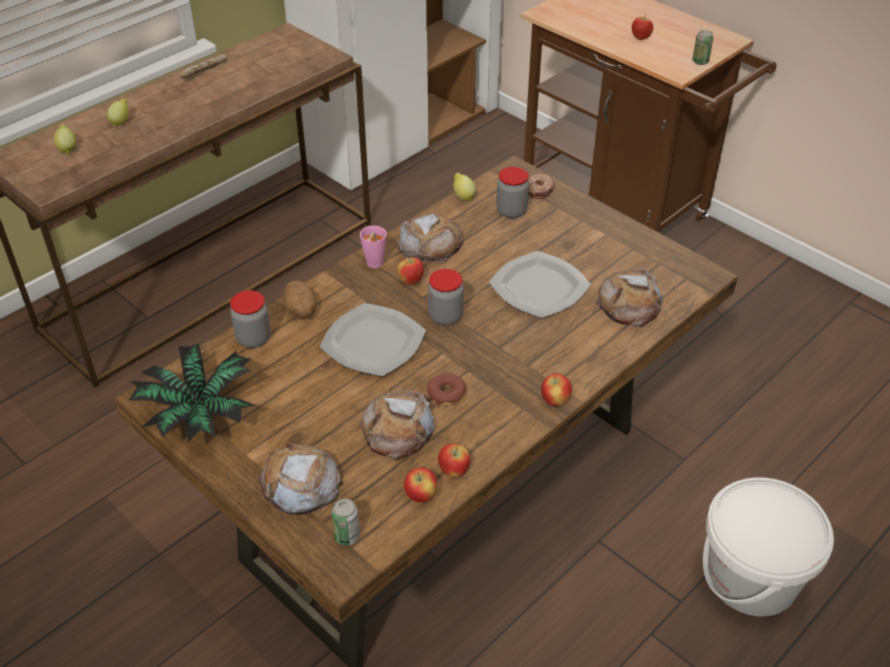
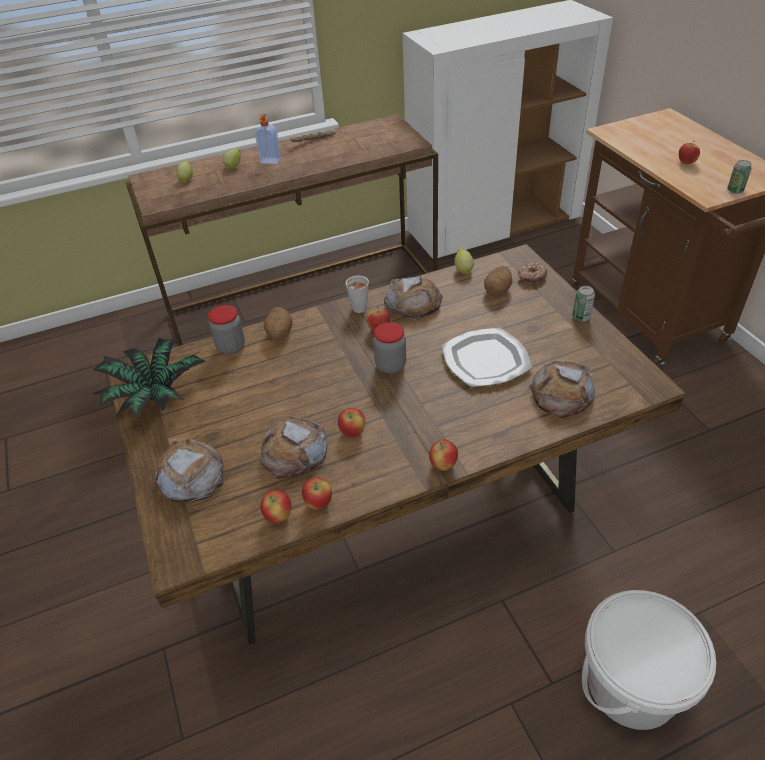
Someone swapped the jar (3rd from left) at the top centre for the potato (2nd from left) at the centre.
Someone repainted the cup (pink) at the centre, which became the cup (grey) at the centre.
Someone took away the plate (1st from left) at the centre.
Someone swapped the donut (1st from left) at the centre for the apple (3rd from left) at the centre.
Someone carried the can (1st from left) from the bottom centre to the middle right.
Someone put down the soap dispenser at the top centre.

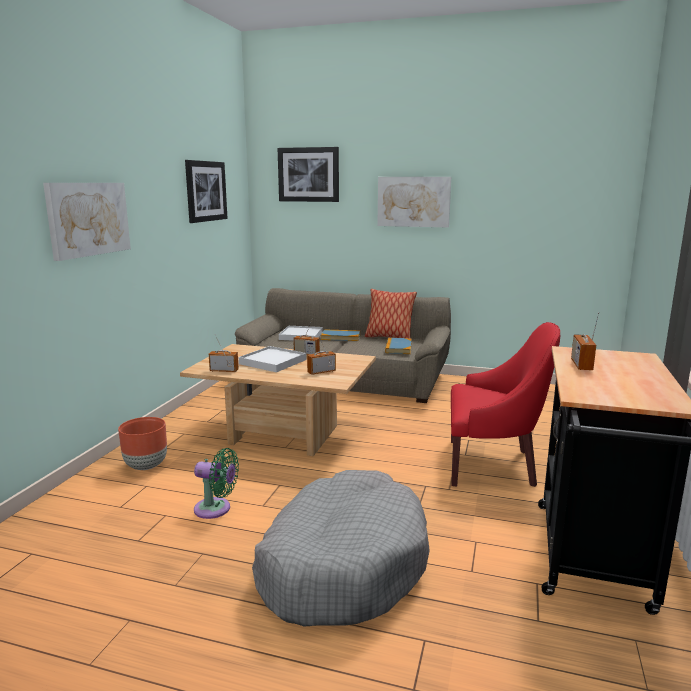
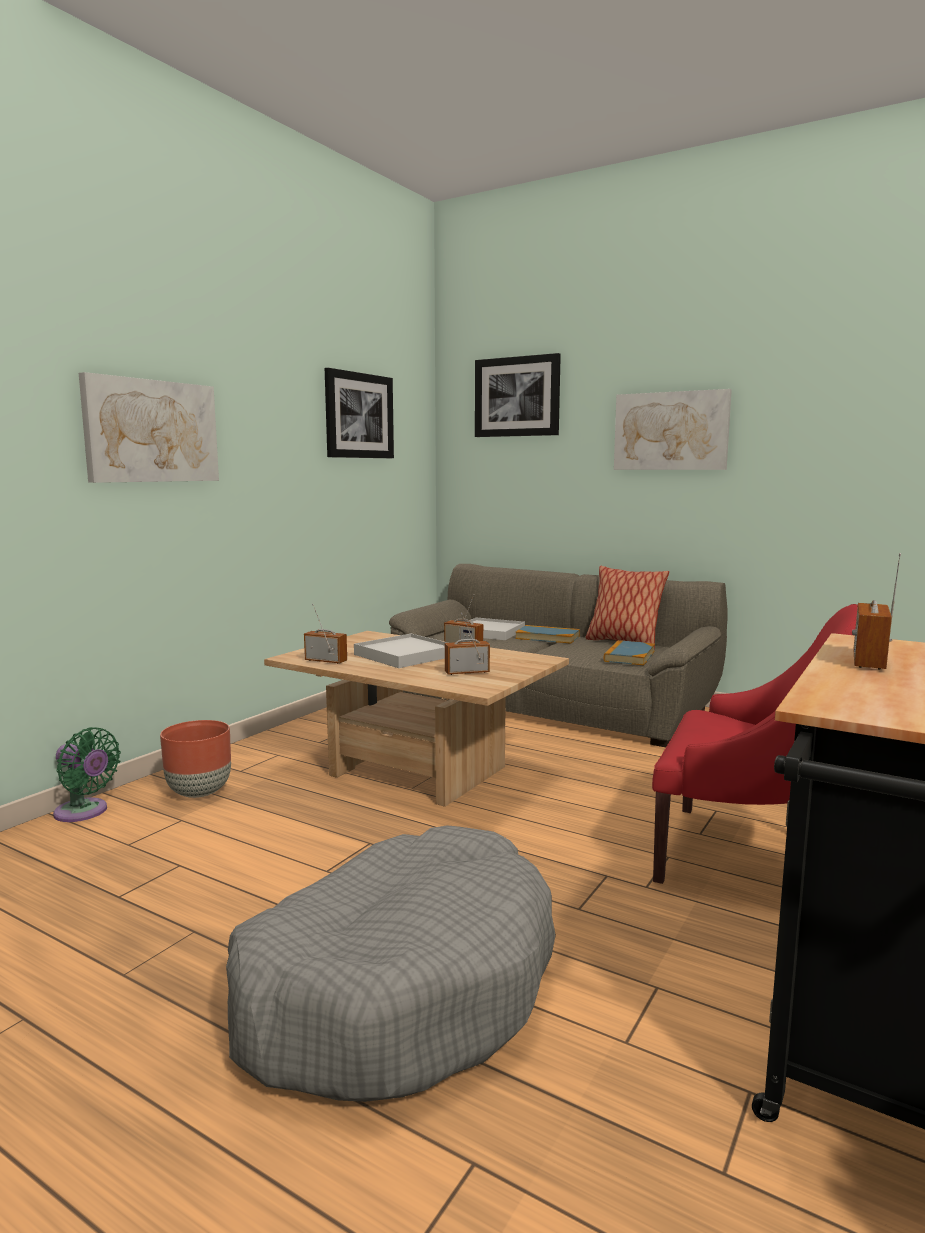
Someone carried the fan (green) from the bottom left to the middle left.

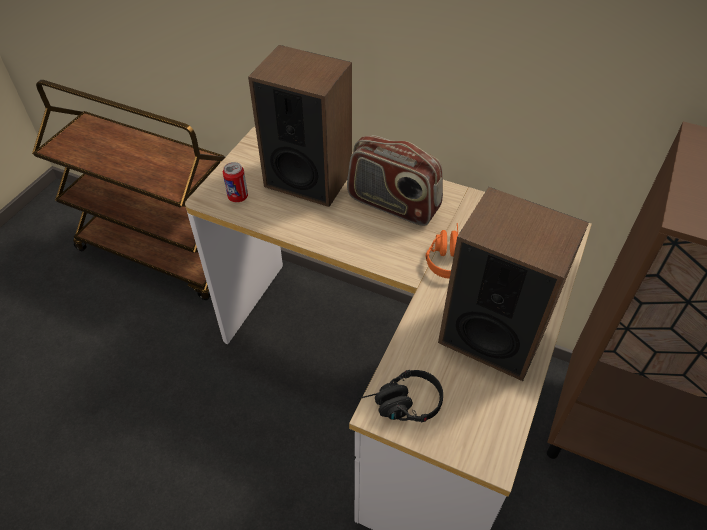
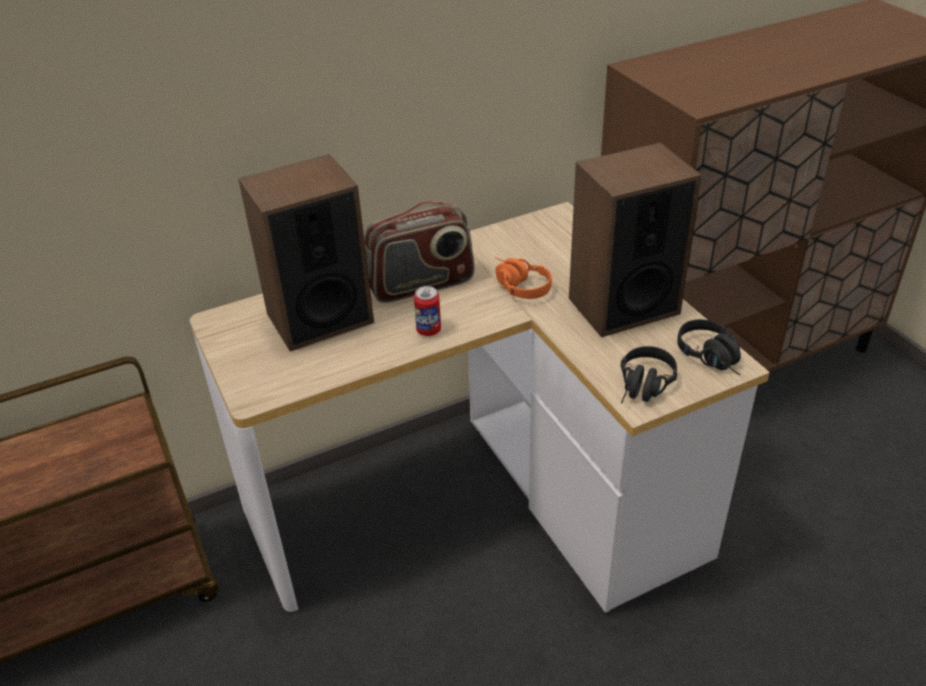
Someone carried the can from the middle left to the centre.
Someone put down the headphones (black) (2nd from left) at the middle right.

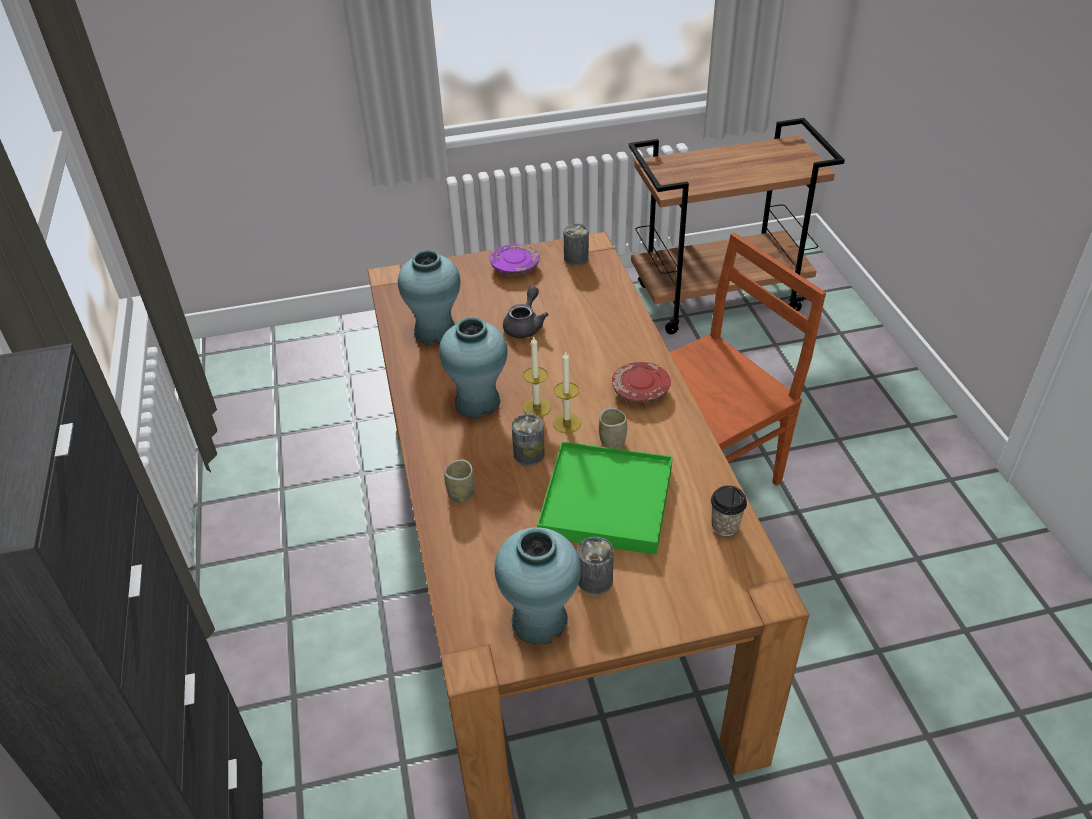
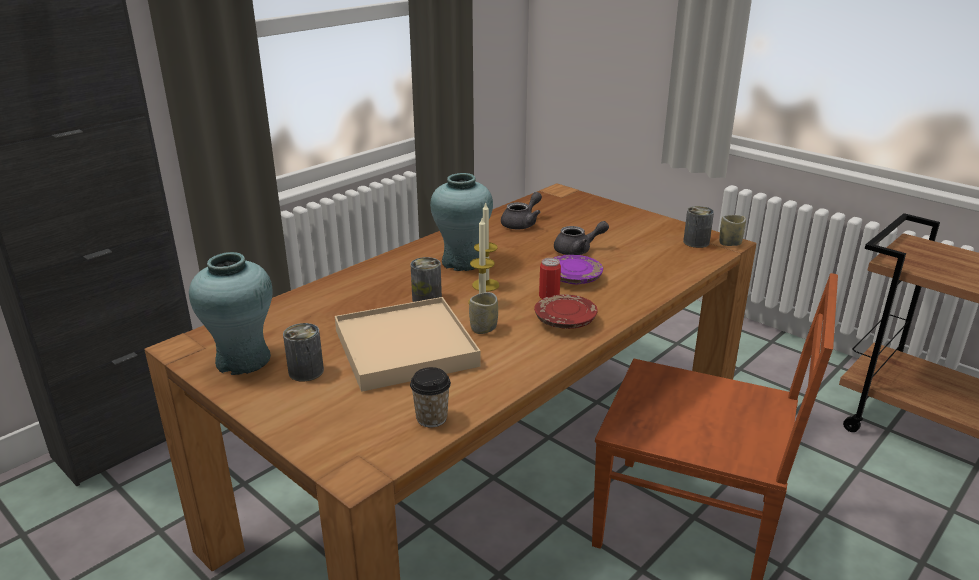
Someone carried the plate (purple) from the top centre to the centre.
Someone swapped the vase (turquoise) (1st from left) at the centre for the teapot (grey) (1st from left) at the centre.
Someone repainted the tray (green) at the centre, which became the tray (beige) at the centre.
Someone carried the cup (1st from left in the first image) from the centre to the middle right.
Someone put down the can (3rd from left) at the centre.

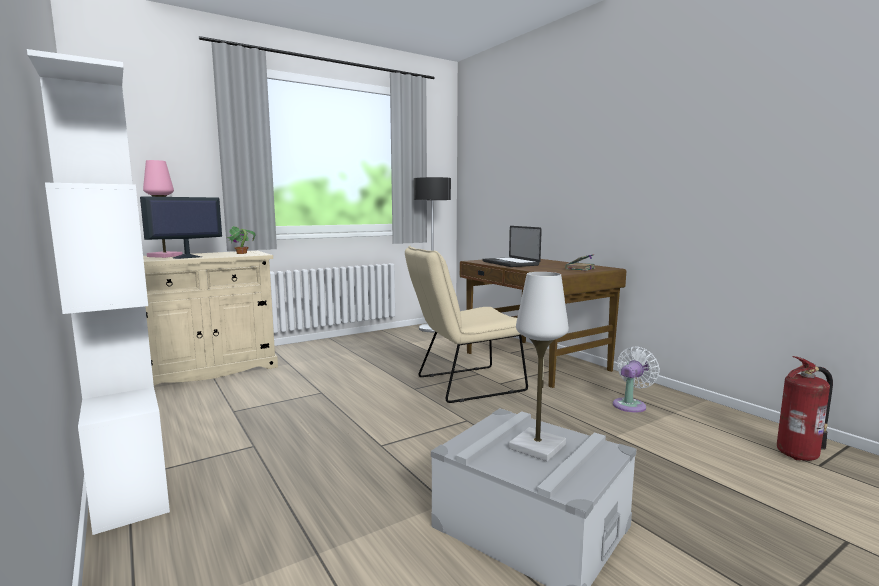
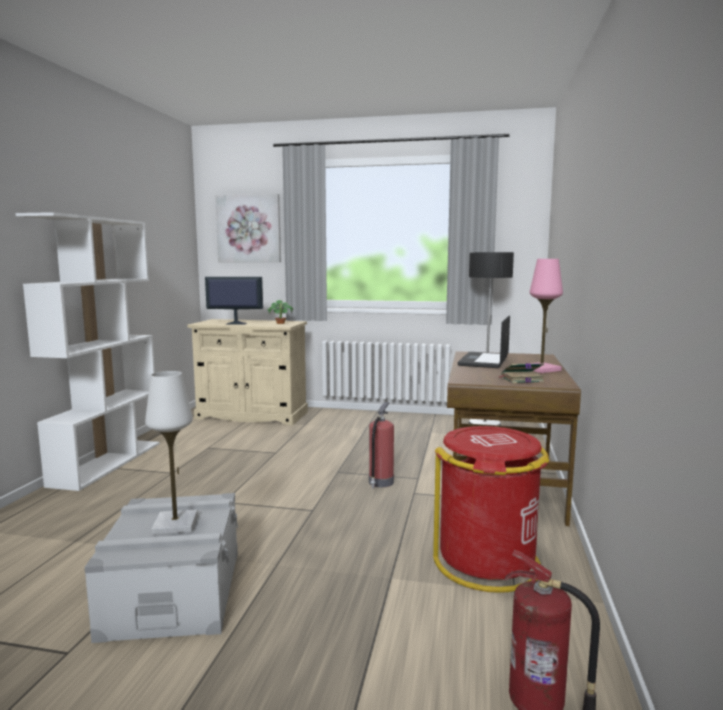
Someone carried the table lamp (pink) from the middle left to the middle right.
Someone swapped the chair (beige) at the centre for the fire extinguisher (1st from left) at the centre.
Someone swapped the fan (white) at the middle right for the trash can (red) at the bottom right.
Someone put up the picture at the top centre.

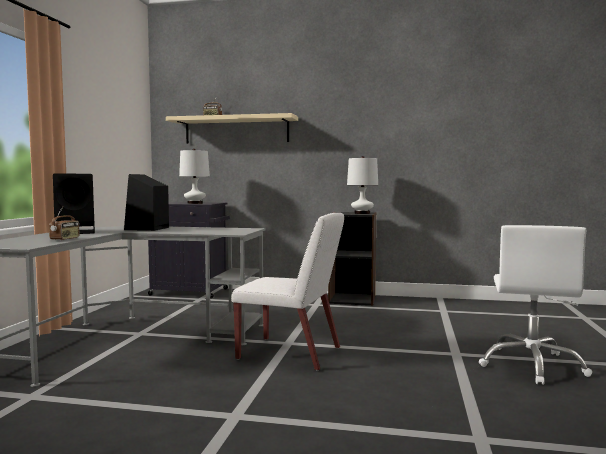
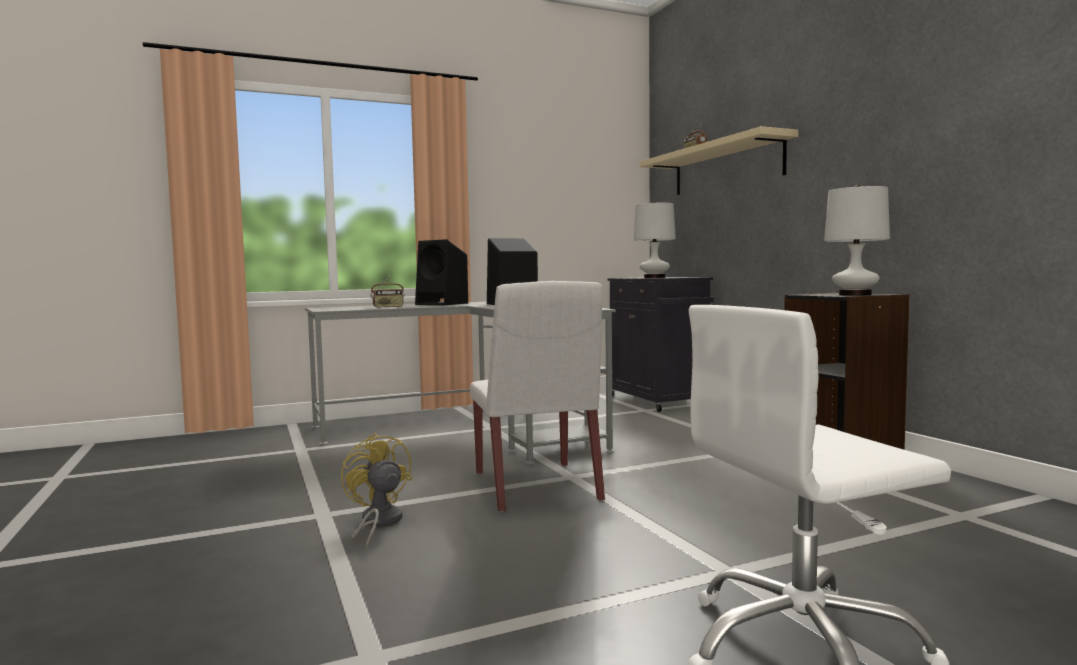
Someone put down the fan (yellow) at the bottom centre.

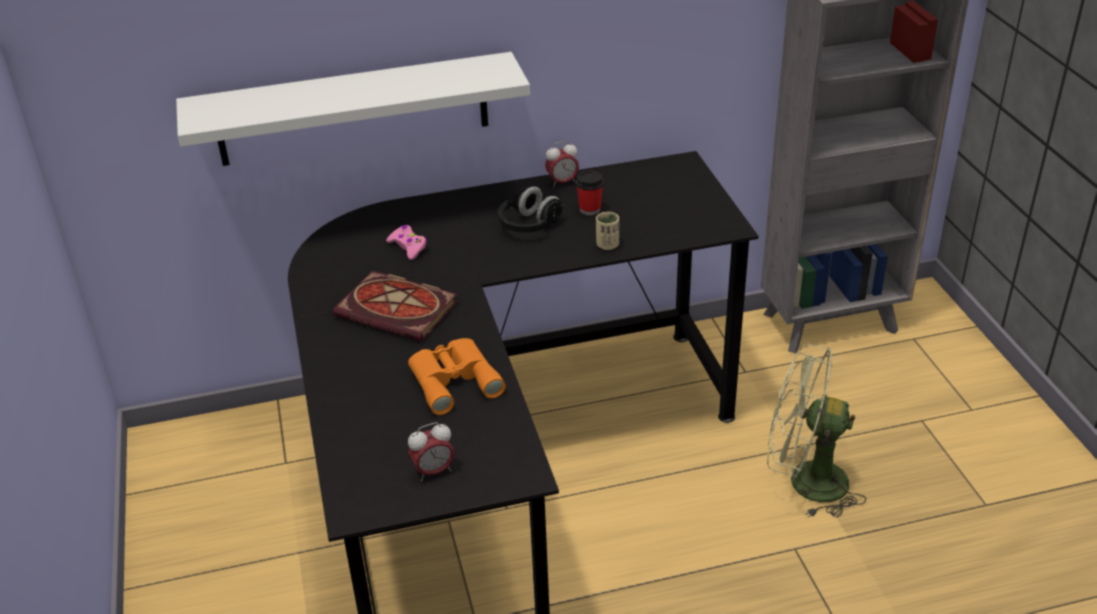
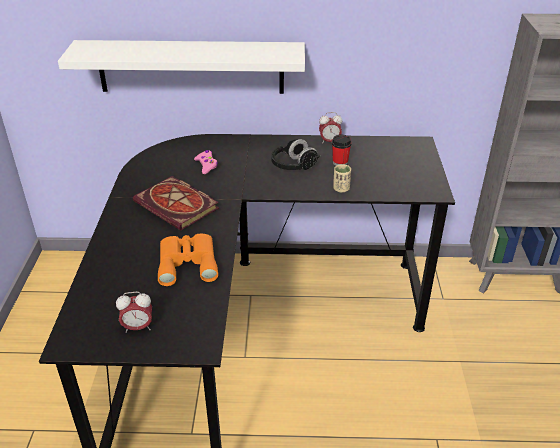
Someone took away the fan (green) at the bottom right.

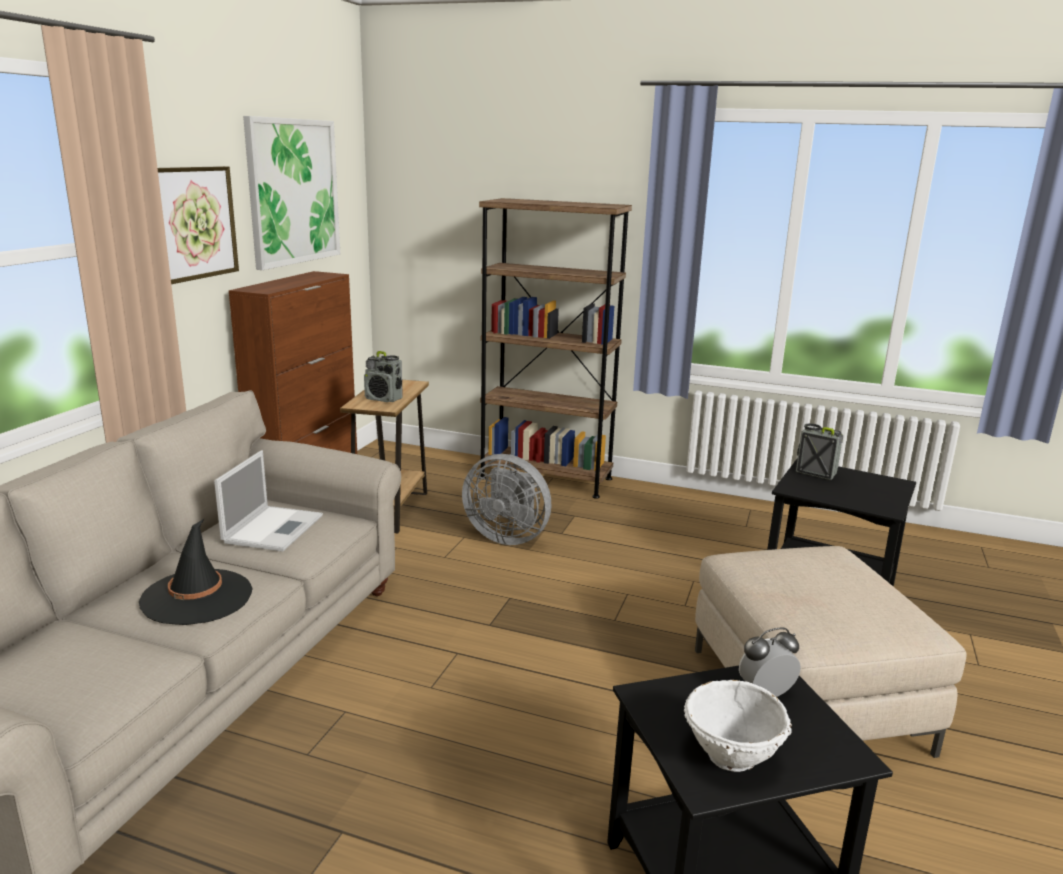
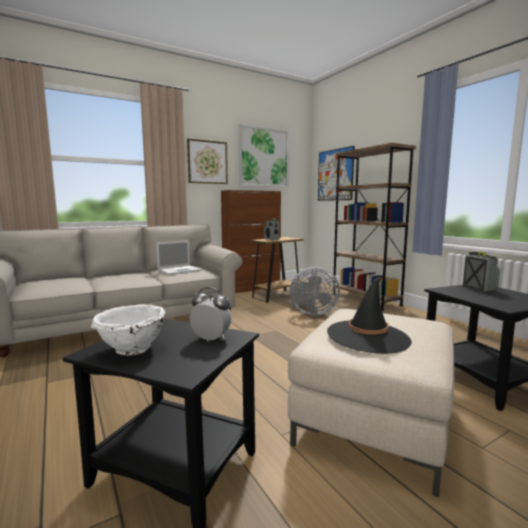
Someone rotated the fan (grey) at the centre by 60 degrees counterclockwise.
Someone carried the hat (black) from the middle left to the middle right.
Someone put up the picture (3rd from left) at the top centre.

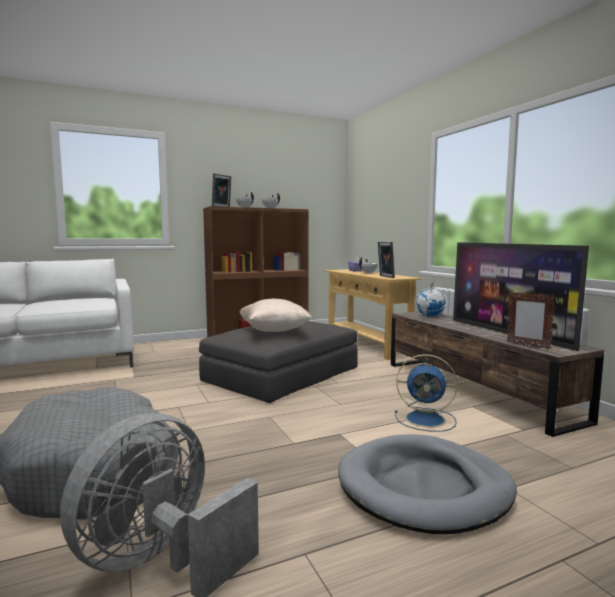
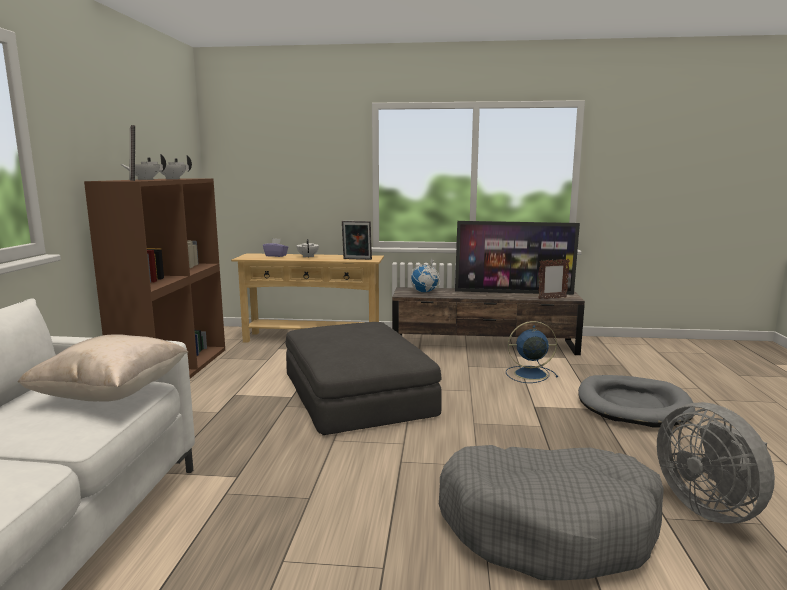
Someone carried the pillow (beige) from the centre to the middle left.
Someone rotated the fan (blue) at the middle right by 135 degrees counterclockwise.

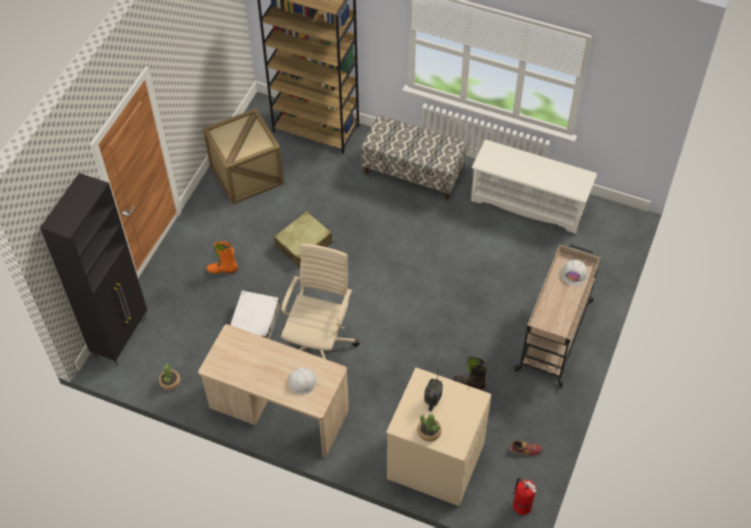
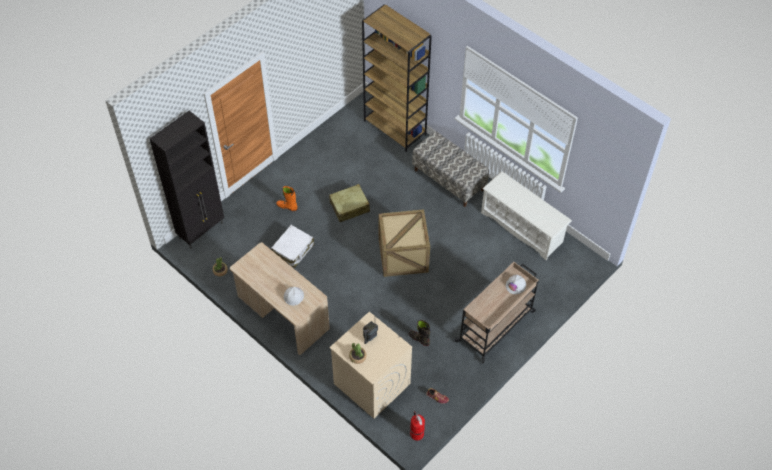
Someone carried the crate from the top left to the centre.
Someone took away the office chair (beige) at the centre.

